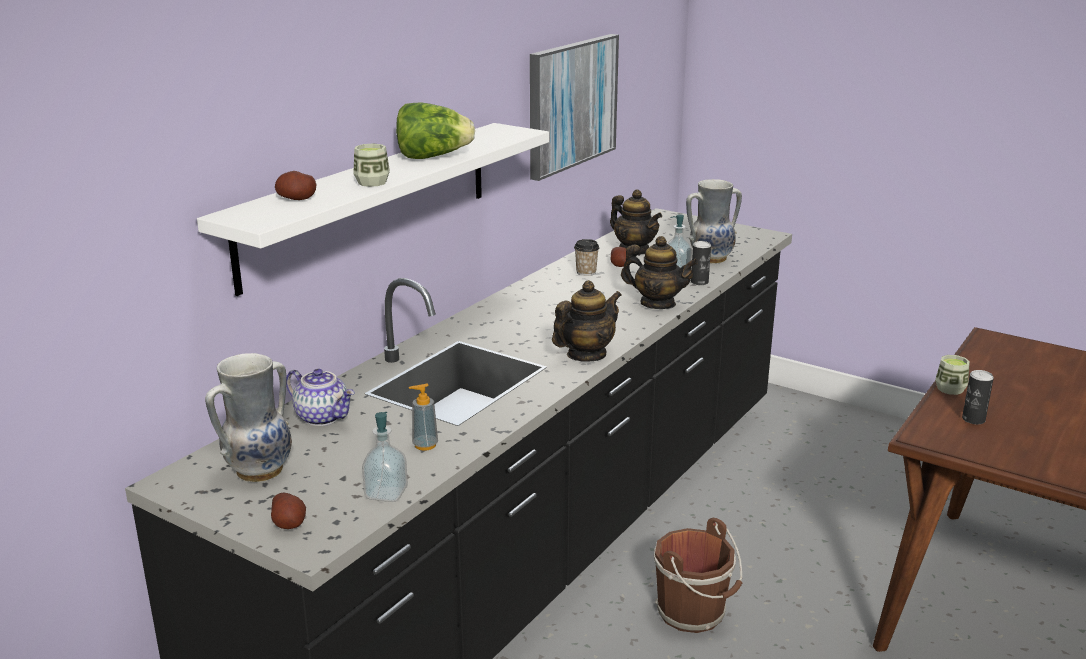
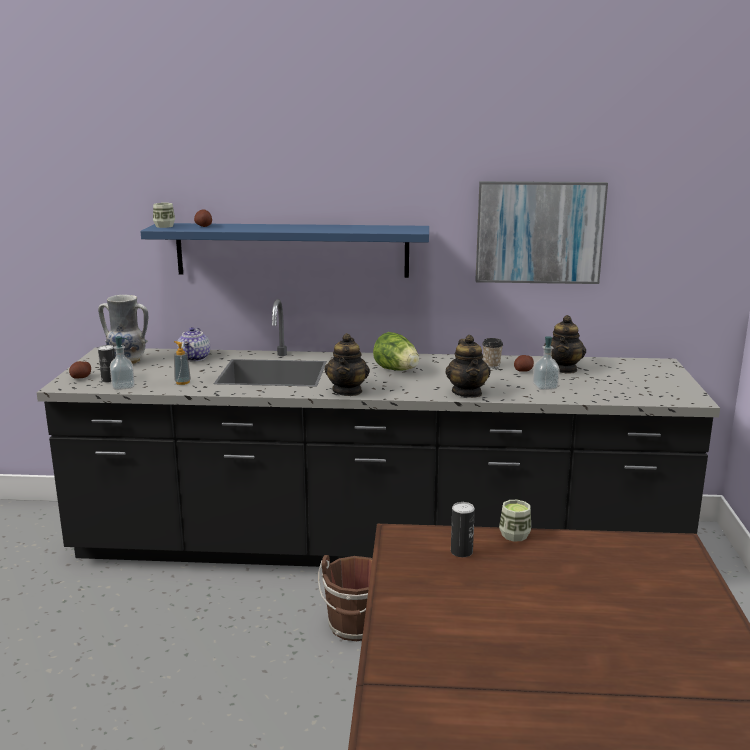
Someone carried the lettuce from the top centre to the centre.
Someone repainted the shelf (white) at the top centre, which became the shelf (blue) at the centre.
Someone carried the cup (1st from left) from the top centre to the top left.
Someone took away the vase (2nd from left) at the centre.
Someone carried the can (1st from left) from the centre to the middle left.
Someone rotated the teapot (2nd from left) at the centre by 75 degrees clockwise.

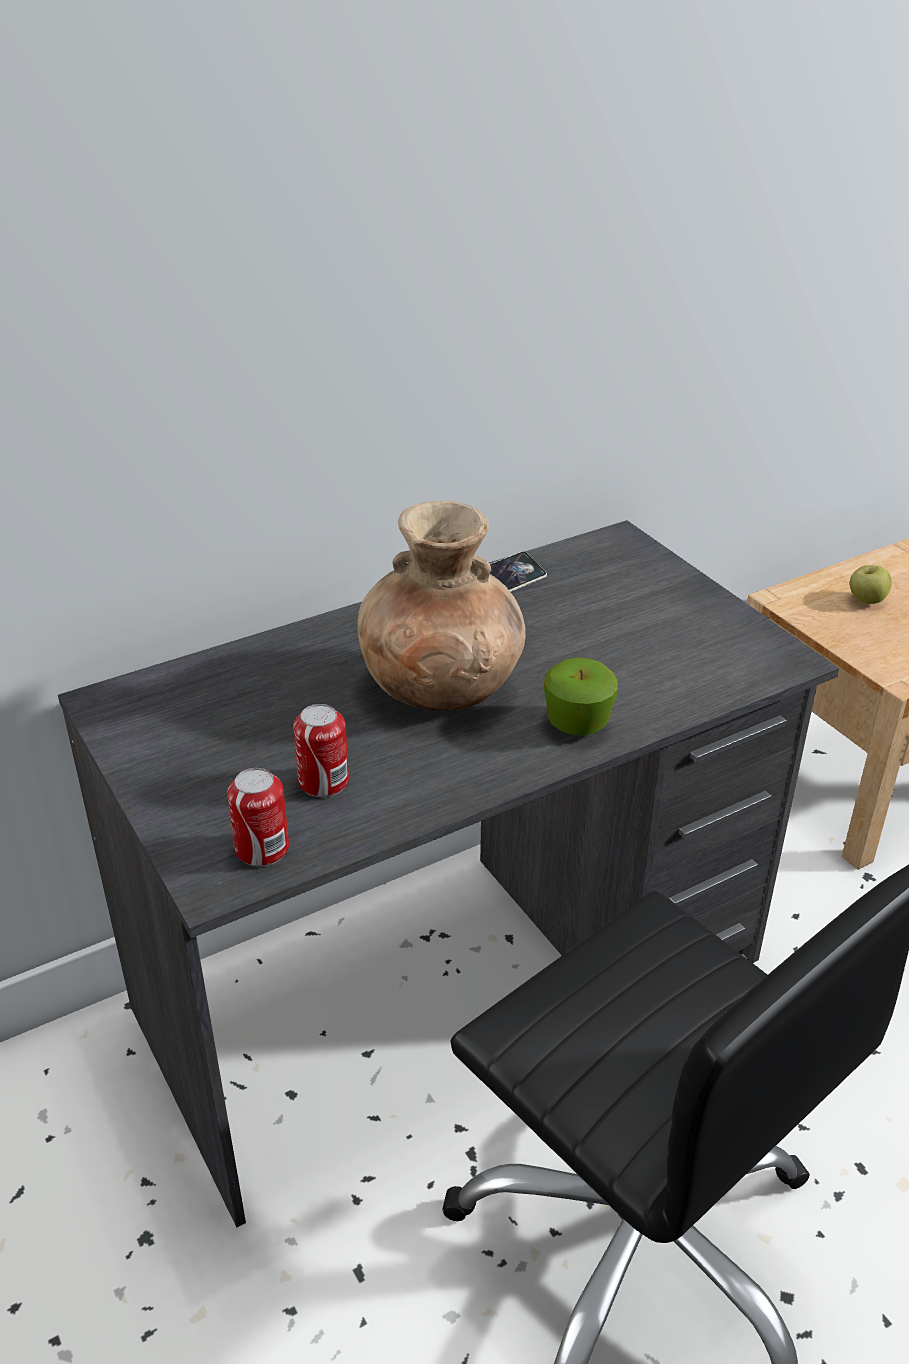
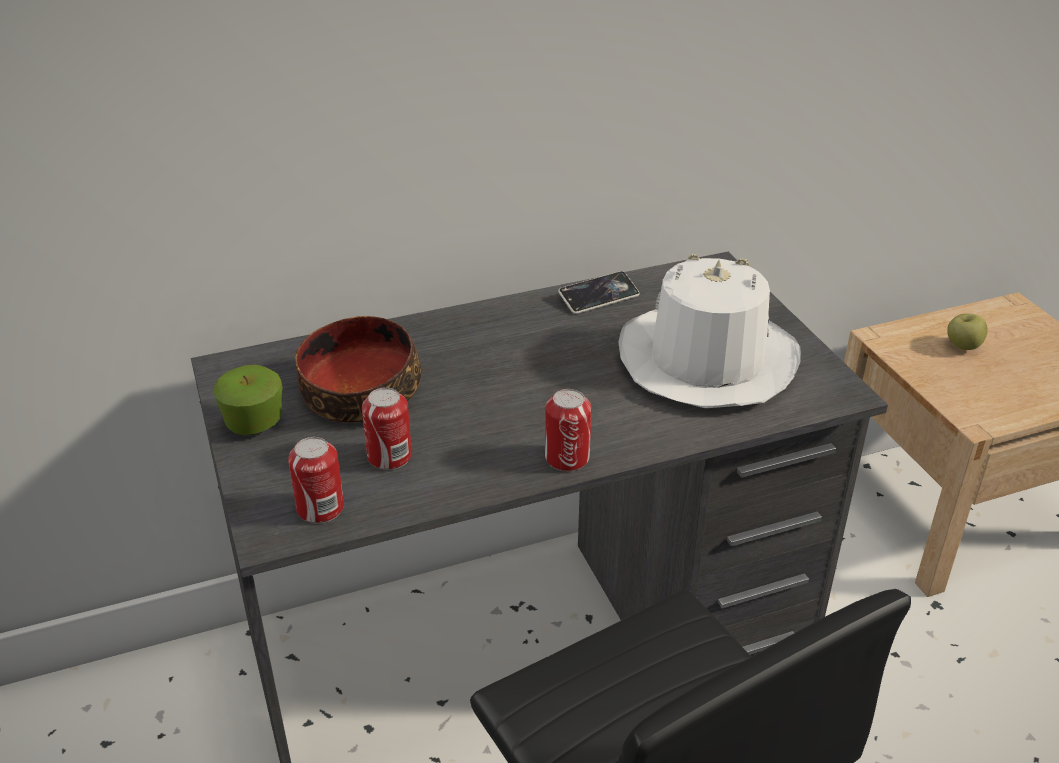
Someone took away the vase (brown) at the centre.
Someone carried the apple (1st from left) from the centre to the middle left.
Someone put down the hat (white) at the middle right.
Someone put down the bowl at the centre.
Someone put down the can (3rd from left) at the centre.

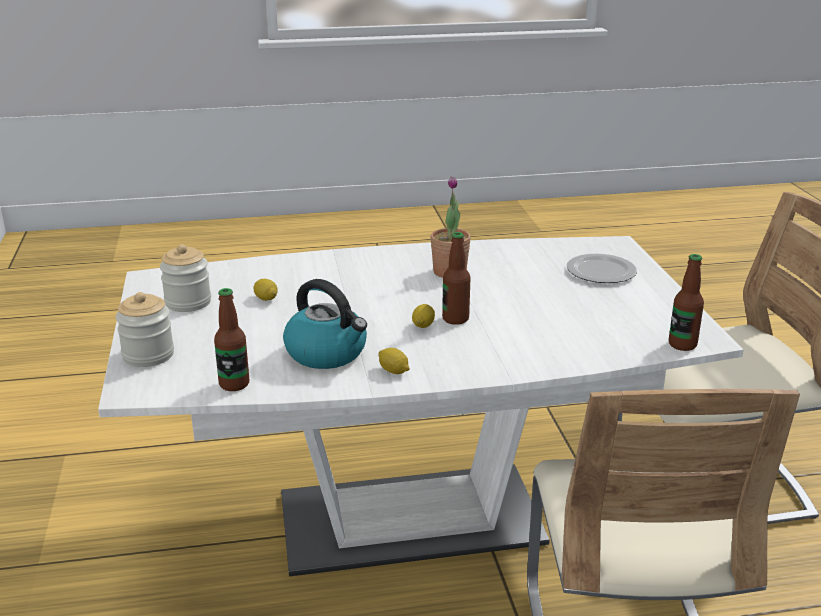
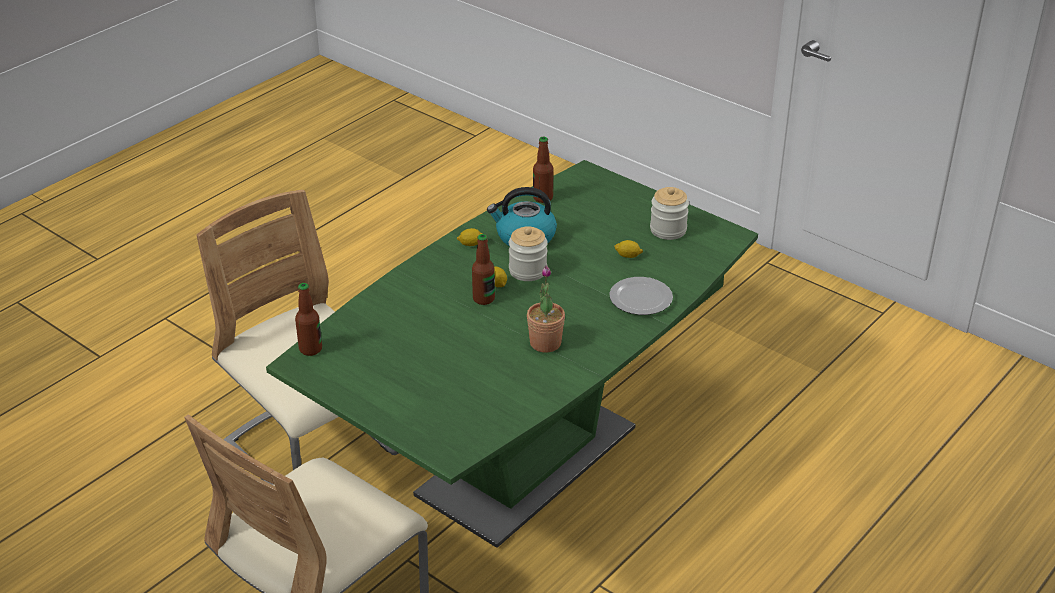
Someone repainted the dining table (white) at the centre, which became the dining table (green) at the centre.
Someone carried the plate from the middle right to the centre.
Someone carried the jar (1st from left) from the middle left to the centre.

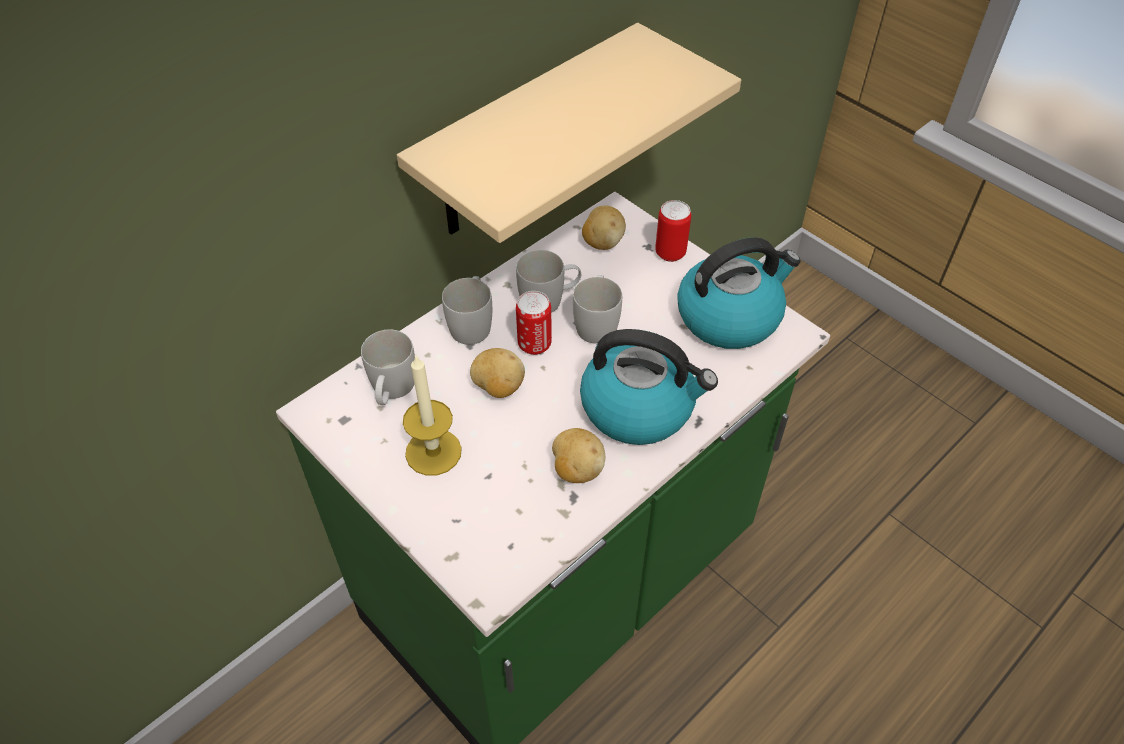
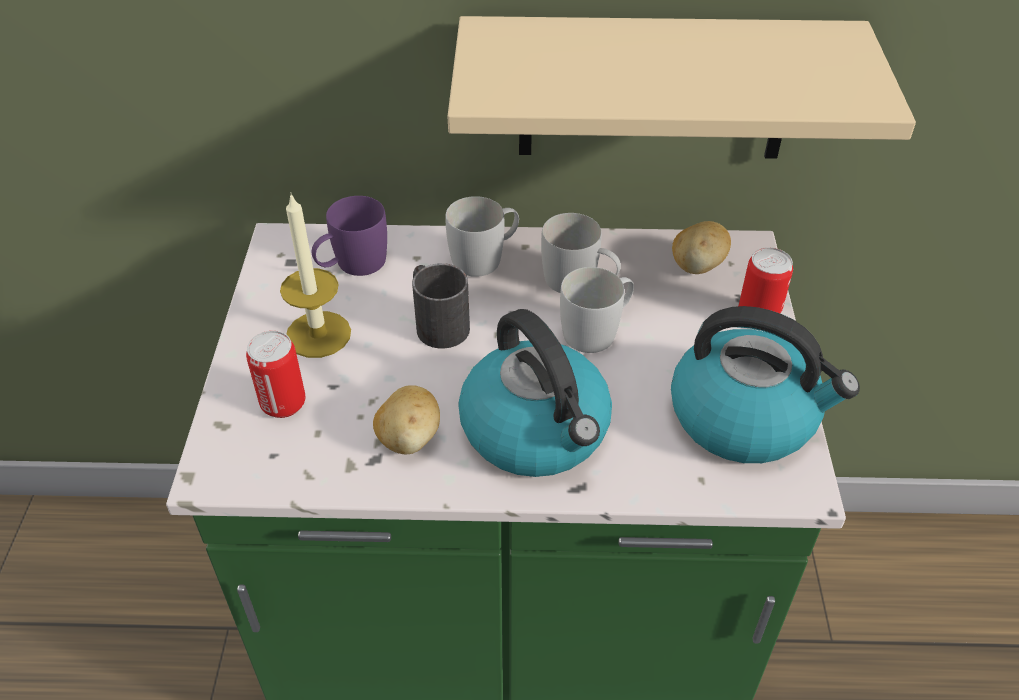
Someone carried the can (1st from left) from the centre to the middle left.
Someone repainted the mug (white) (1st from left) at the centre, which became the mug (purple) at the centre.
Someone swapped the potato (1st from left) at the centre for the mug (black) at the centre.

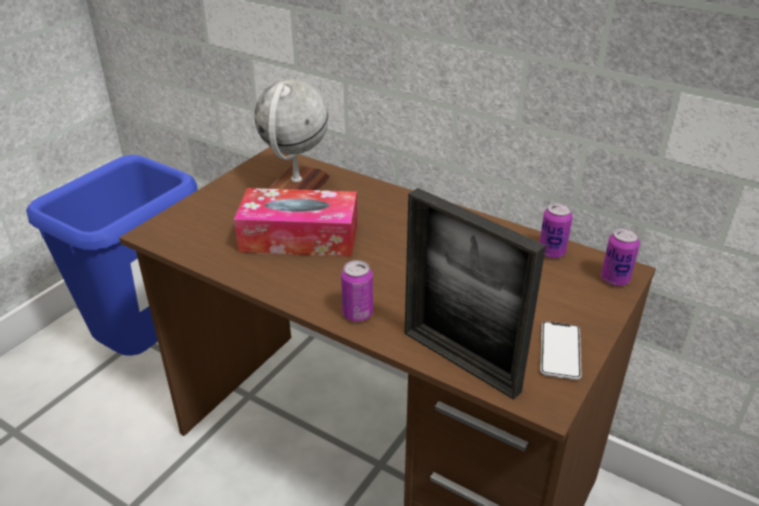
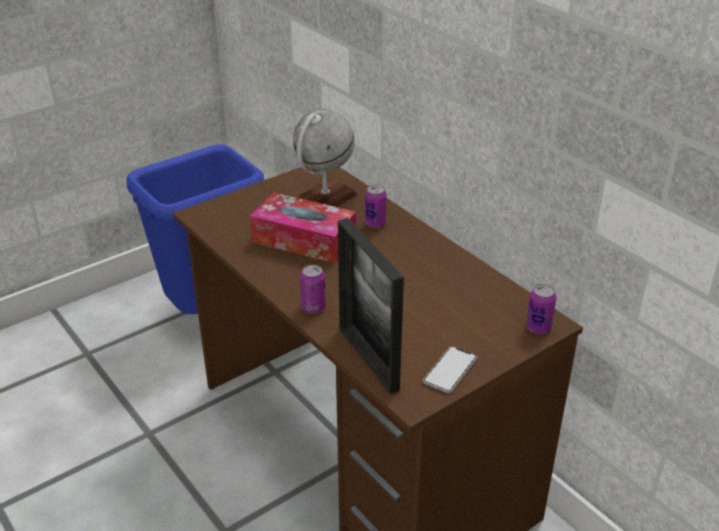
Someone carried the can (2nd from left) from the middle right to the centre.

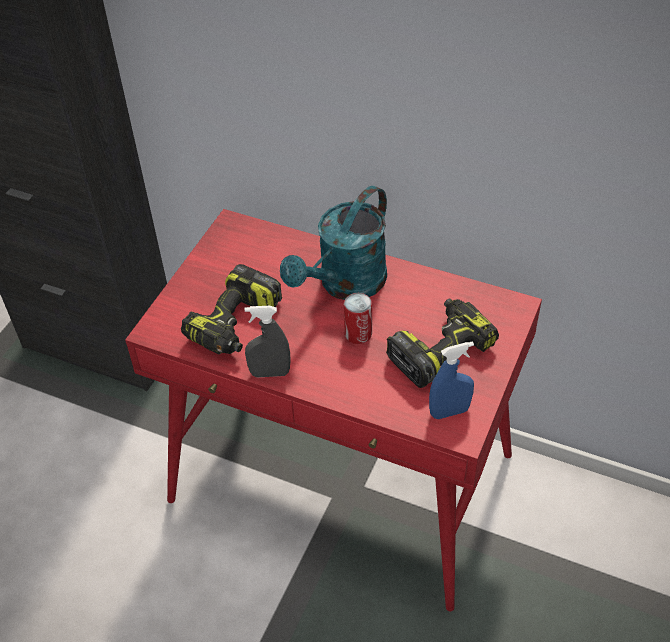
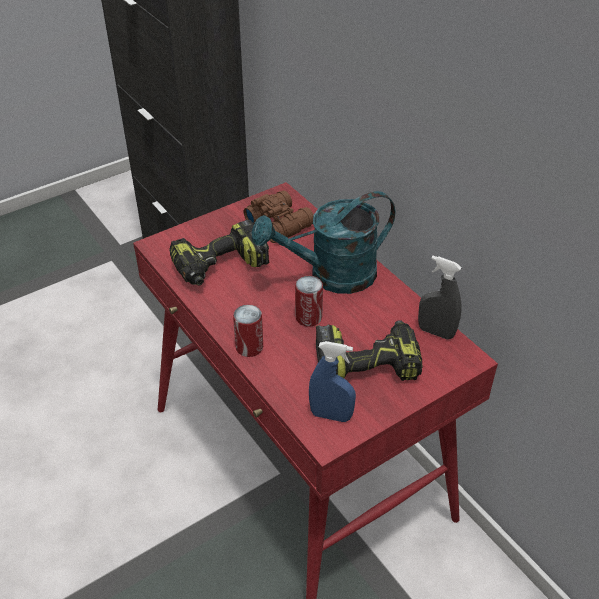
Someone carried the spray bottle (grey) from the centre to the middle right.
Someone put down the binoculars (brown) at the centre.
Someone put down the can (1st from left) at the centre.

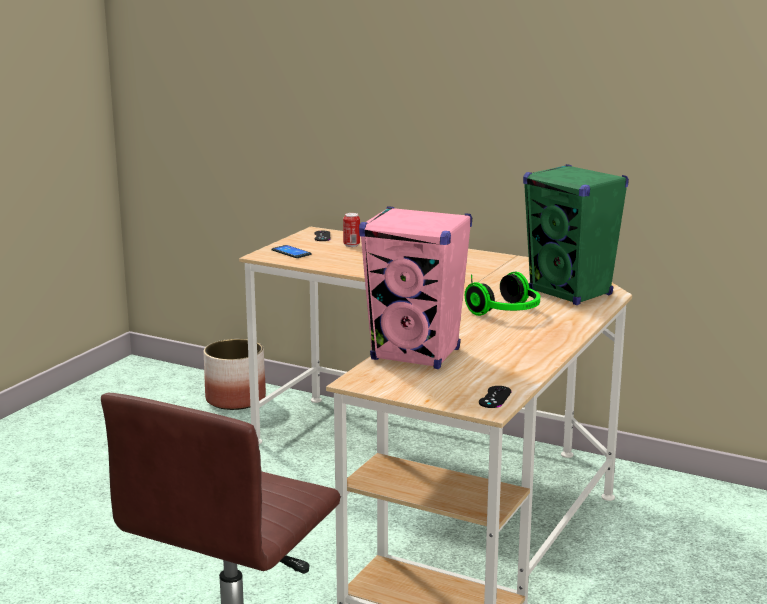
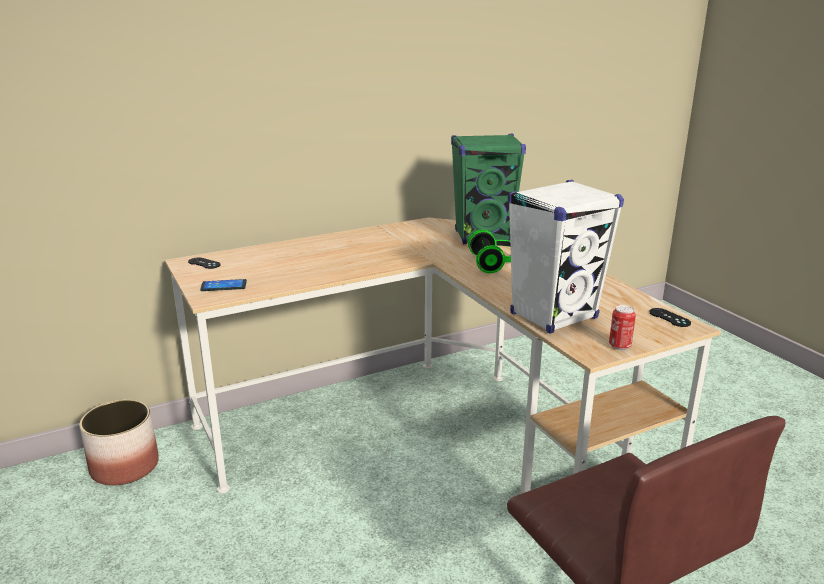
Someone repainted the speaker (pink) at the centre, which became the speaker (white) at the middle right.
Someone carried the can from the centre to the middle right.

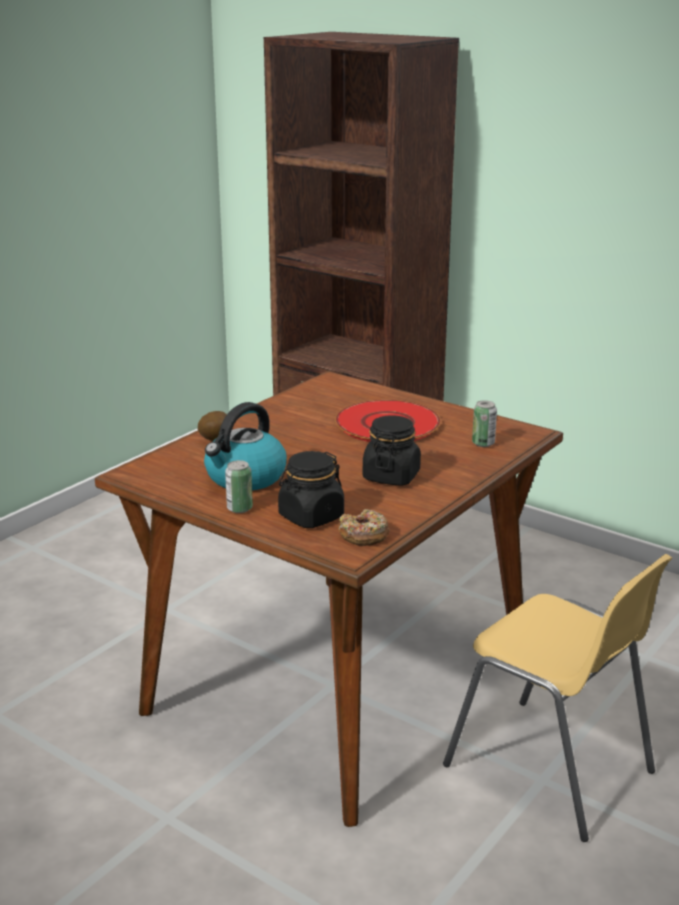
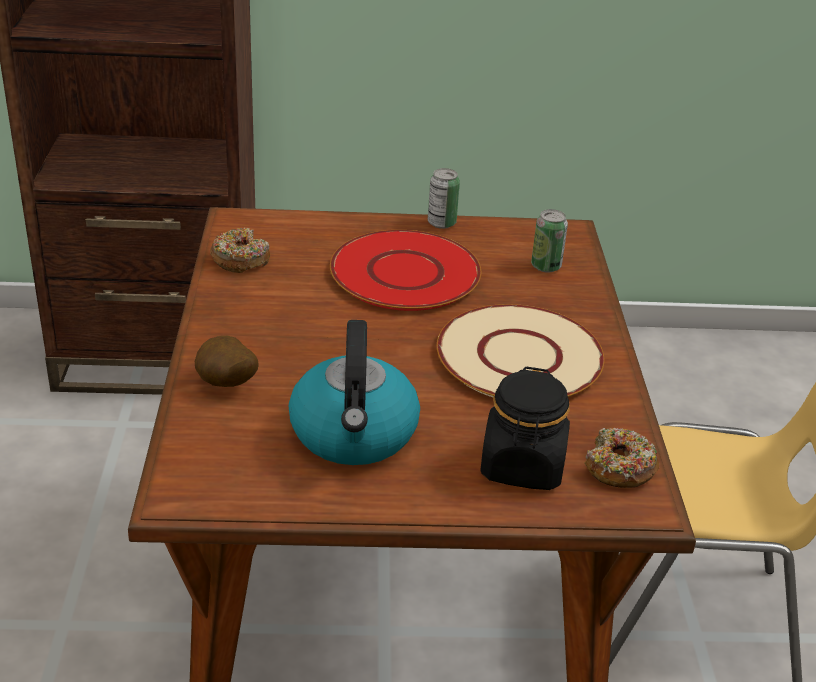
Someone swapped the jar (black) (2nd from left) at the centre for the plate (beige) at the centre.
Someone carried the can (1st from left) from the centre to the top centre.
Someone put down the donut (1st from left) at the middle left.

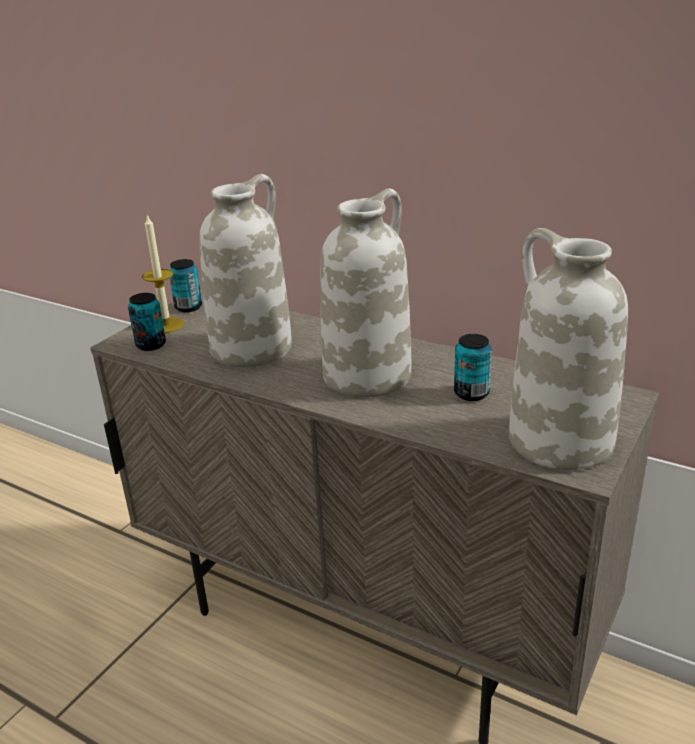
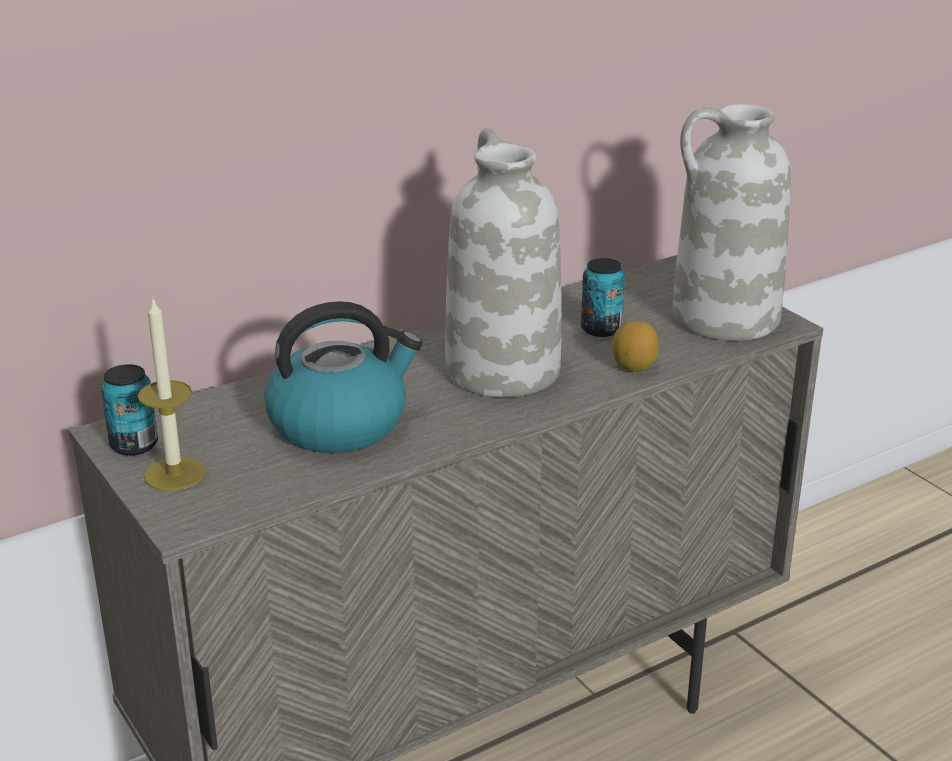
Someone swapped the vase (white) (1st from left) at the centre for the kettle at the centre.
Someone took away the can (1st from left) at the middle left.
Someone put down the lemon at the middle right.

